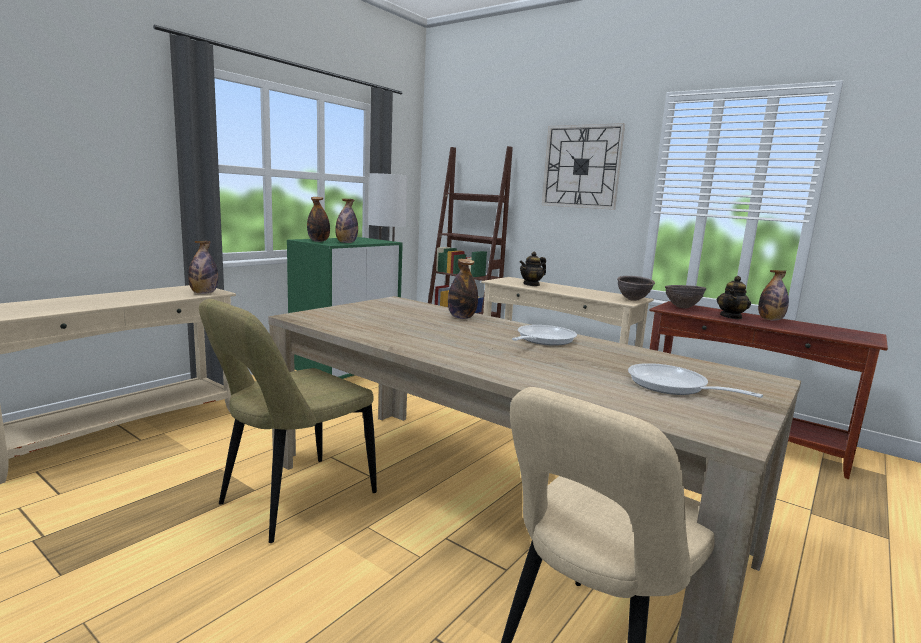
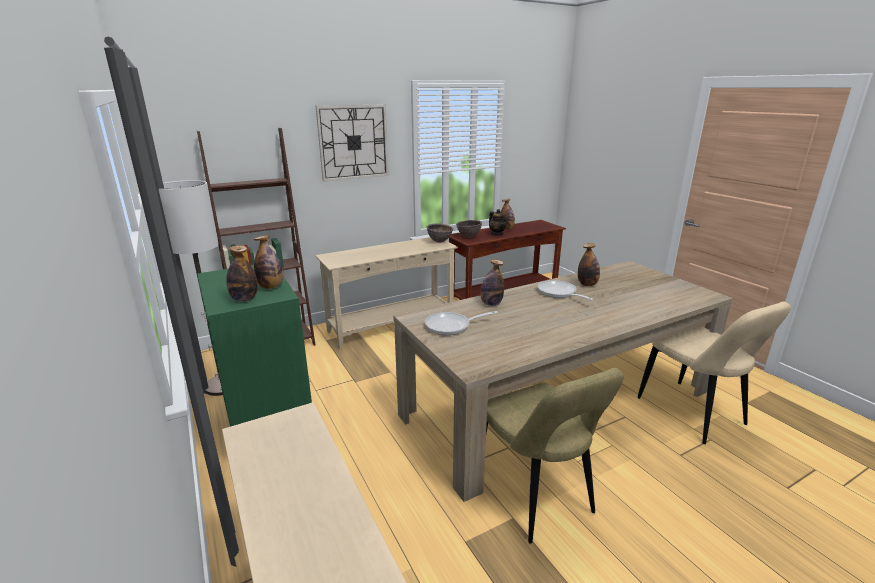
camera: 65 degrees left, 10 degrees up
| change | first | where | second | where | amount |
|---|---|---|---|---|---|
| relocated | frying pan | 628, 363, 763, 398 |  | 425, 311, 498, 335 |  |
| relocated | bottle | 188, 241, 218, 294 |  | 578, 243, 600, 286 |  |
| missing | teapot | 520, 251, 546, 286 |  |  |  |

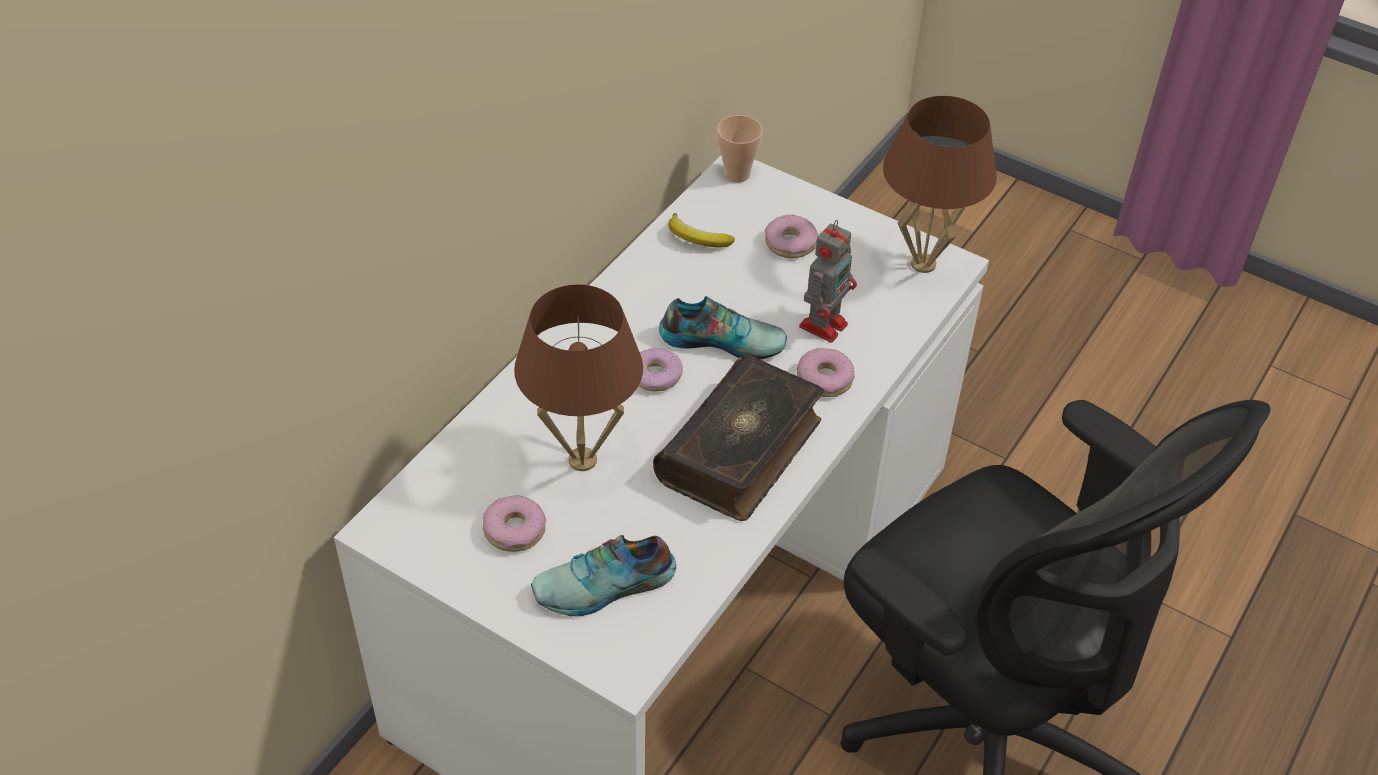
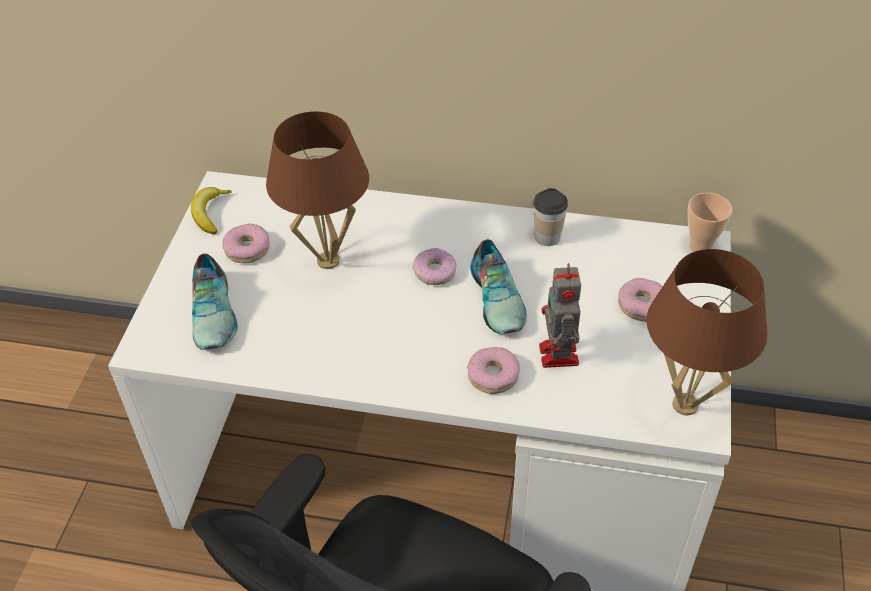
camera: 70 degrees right, 0 degrees up
| change | first | where | second | where | amount |
|---|---|---|---|---|---|
| relocated | banana | 668, 213, 735, 247 |  | 191, 187, 232, 234 |  |
| spun | shoe | 531, 535, 676, 617 |  | 192, 254, 238, 350 | 150 degrees counterclockwise |
| appeared |  |  | cup | 533, 188, 568, 246 |  |
| spun | toy robot | 799, 220, 857, 343 |  | 539, 263, 581, 368 | 75 degrees clockwise |
| missing | book | 653, 355, 824, 521 |  |  |  |

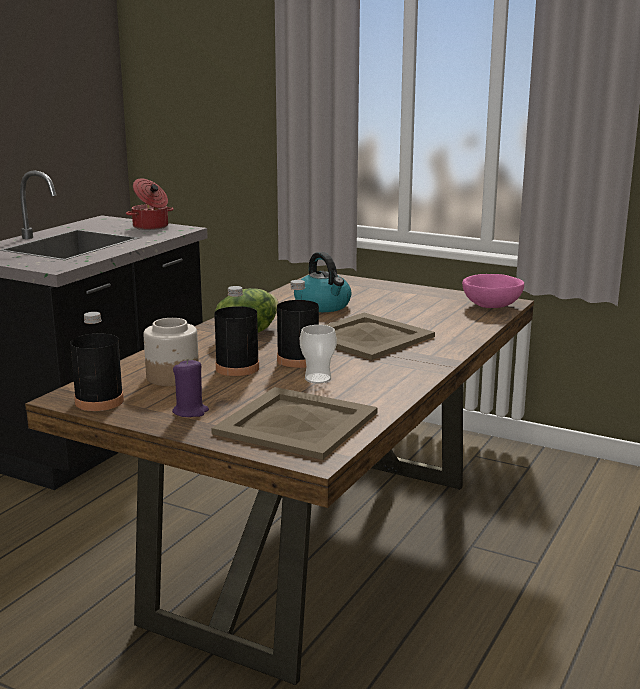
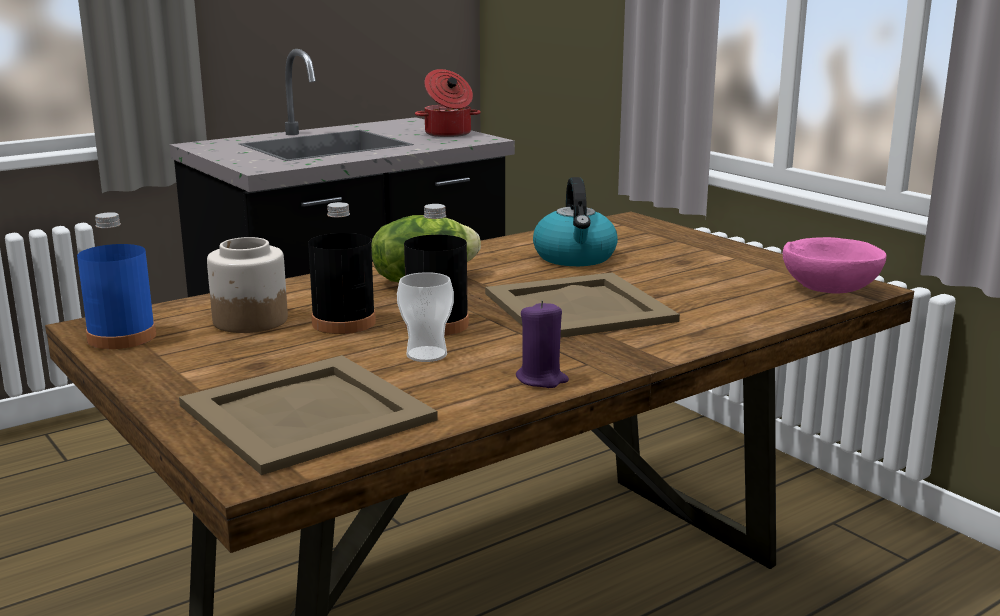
camera: 25 degrees right, 0 degrees up
| change | first | where | second | where | amount |
|---|---|---|---|---|---|
| colour | bottle/black | 70, 312, 124, 411 | bottle/blue | 77, 212, 156, 349 |  |
| relocated | candle/purple | 172, 359, 209, 417 |  | 516, 300, 569, 388 |  |

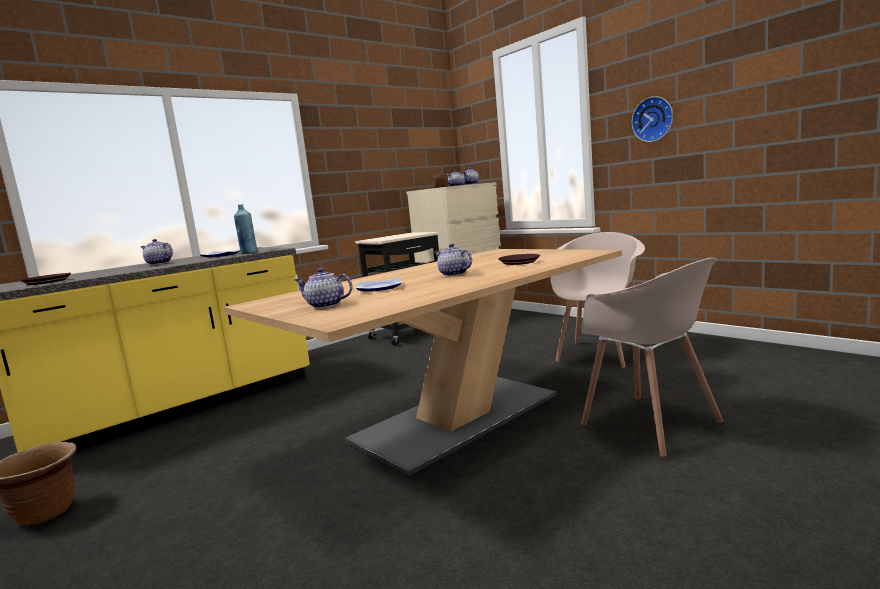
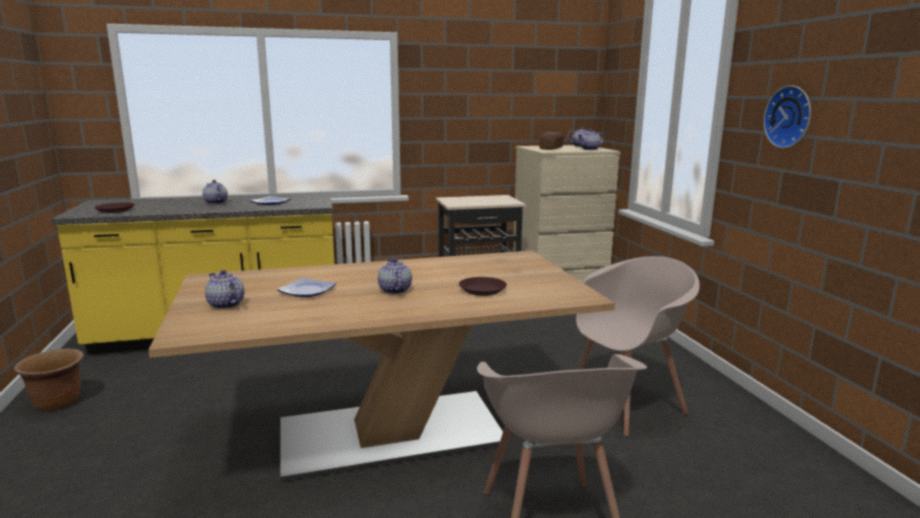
camera: 25 degrees right, 5 degrees up
| change | first | where | second | where | amount |
|---|---|---|---|---|---|
| missing | bottle/blue | 234, 204, 258, 254 |  |  |  |

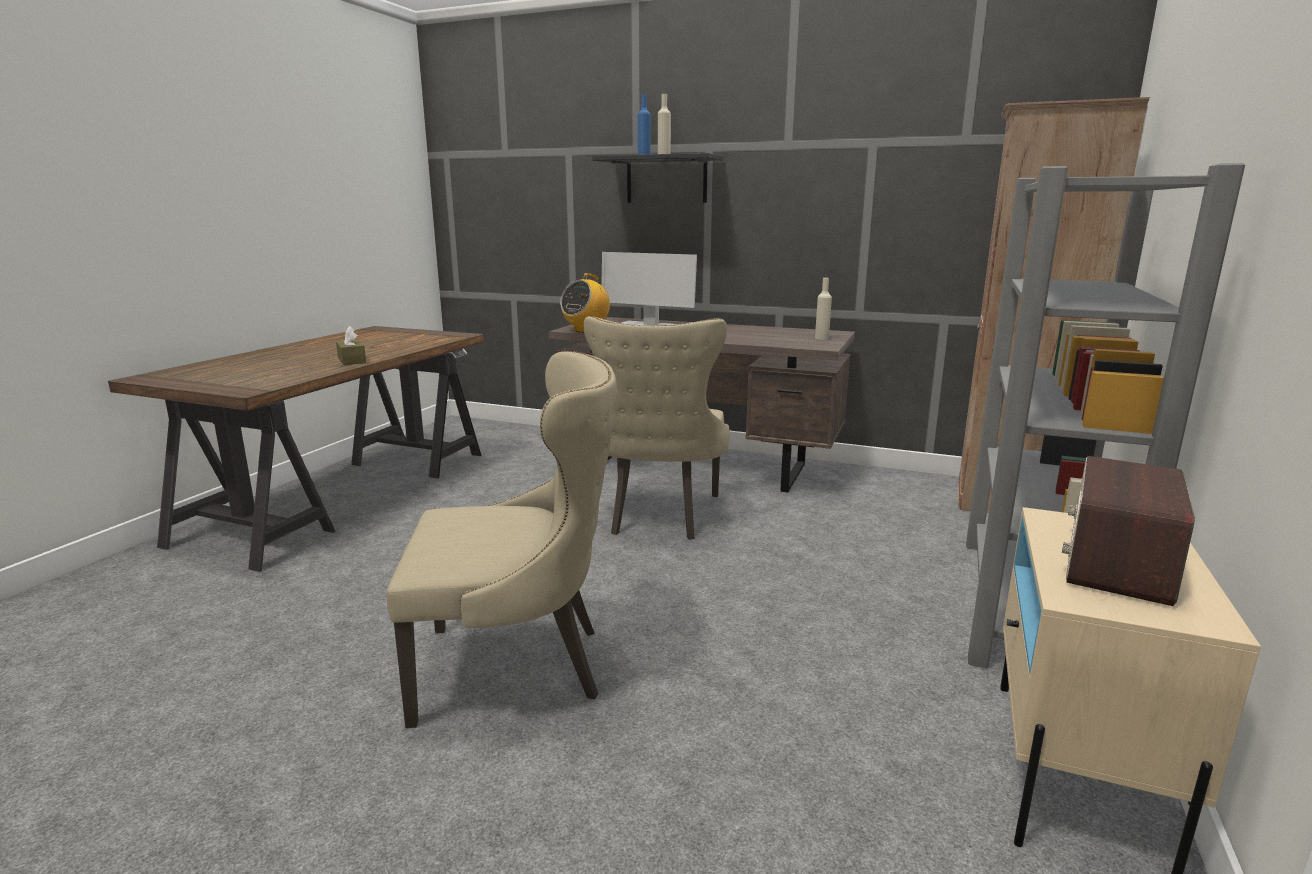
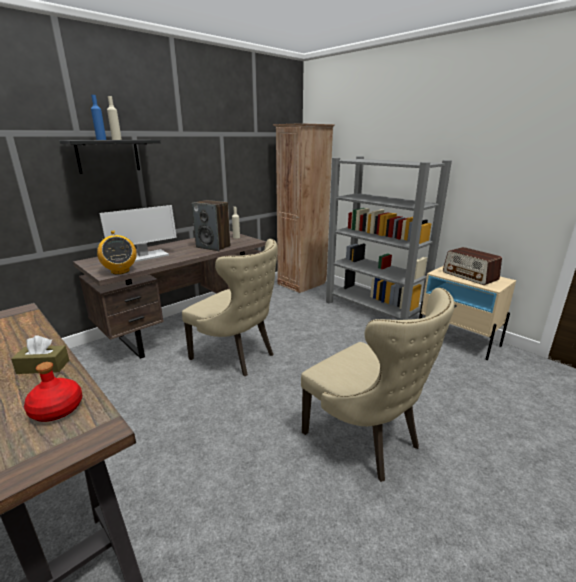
camera: 65 degrees left, 5 degrees up
| change | first | where | second | where | amount |
|---|---|---|---|---|---|
| appeared |  |  | bottle/red | 24, 362, 82, 422 |  |
| appeared |  |  | speaker | 192, 200, 231, 251 |  |
| spun | chair/beige | 387, 351, 617, 728 |  | 301, 288, 454, 482 | 120 degrees clockwise |

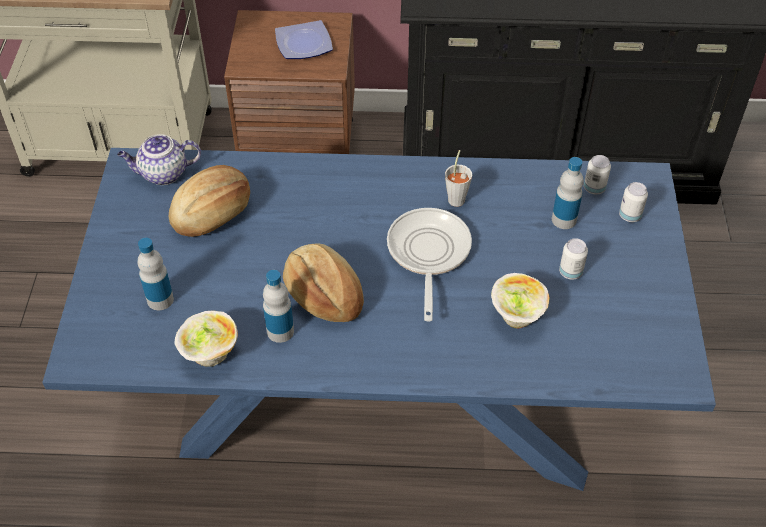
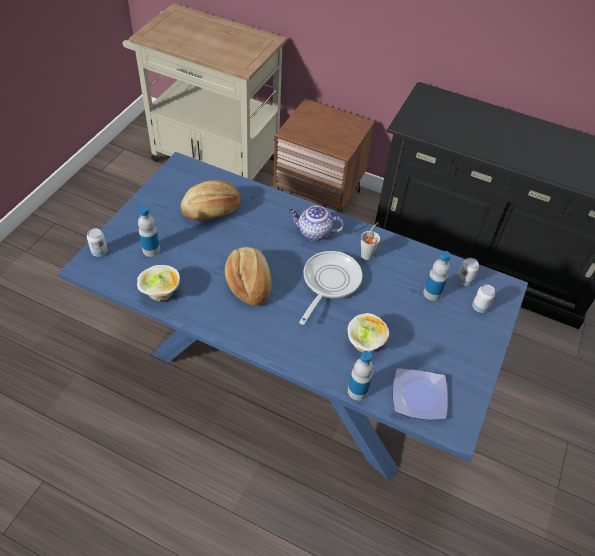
camera: 20 degrees right, 0 degrees up
| change | first | where | second | where | amount |
|---|---|---|---|---|---|
| relocated | can | 559, 238, 588, 280 |  | 87, 228, 108, 257 |  |
| relocated | teapot | 117, 134, 201, 185 |  | 289, 205, 344, 241 |  |
| relocated | bottle | 263, 270, 294, 343 |  | 348, 351, 373, 400 |  |
| relocated | plate | 275, 20, 333, 59 |  | 393, 368, 448, 420 |  |

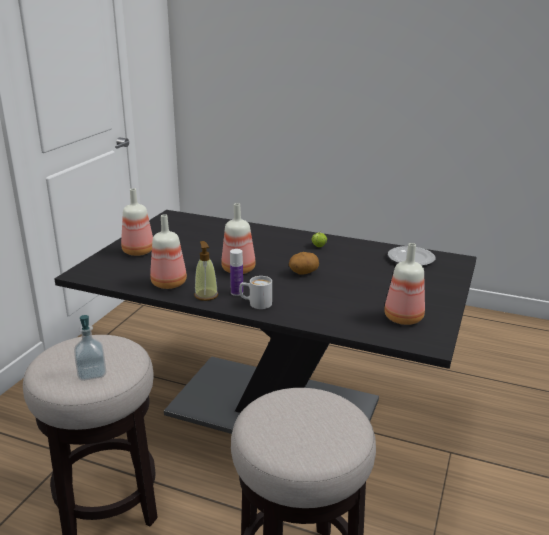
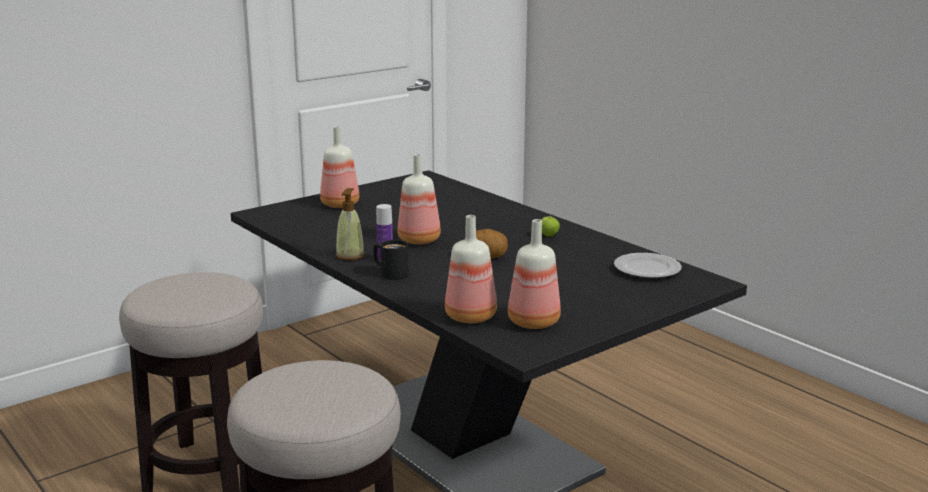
camera: 30 degrees right, 5 degrees down
| change | first | where | second | where | amount |
|---|---|---|---|---|---|
| colour | mug/white | 239, 276, 272, 309 | mug/black | 374, 240, 409, 280 |  |
| relocated | bottle | 150, 214, 187, 289 |  | 445, 215, 497, 323 |  |
| missing | soap dispenser | 74, 315, 106, 381 |  |  |  |

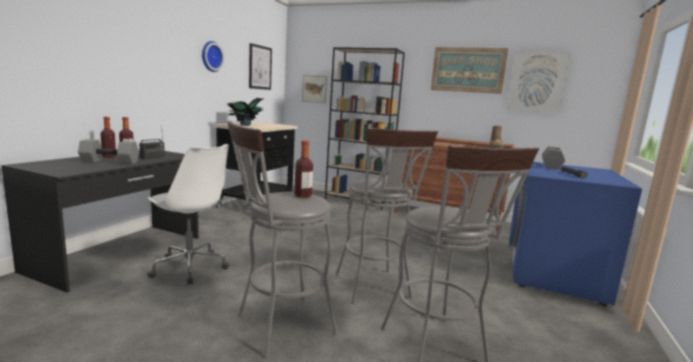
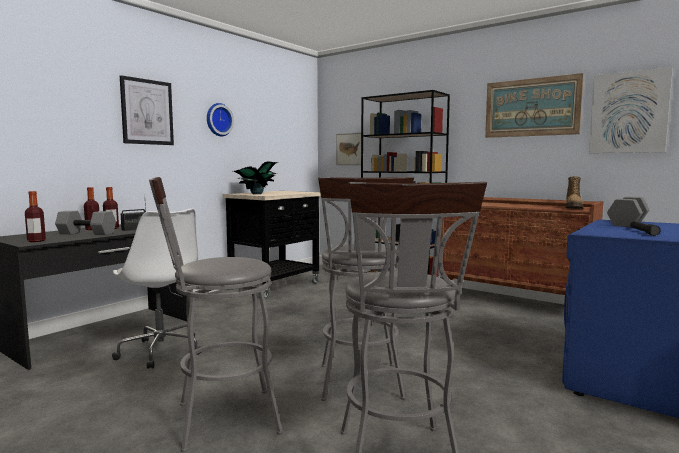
camera: 15 degrees right, 5 degrees down
| change | first | where | second | where | amount |
|---|---|---|---|---|---|
| relocated | bottle | 294, 140, 313, 198 |  | 25, 191, 46, 242 |  |
| relocated | picture | 249, 43, 272, 90 |  | 120, 75, 174, 145 |  |

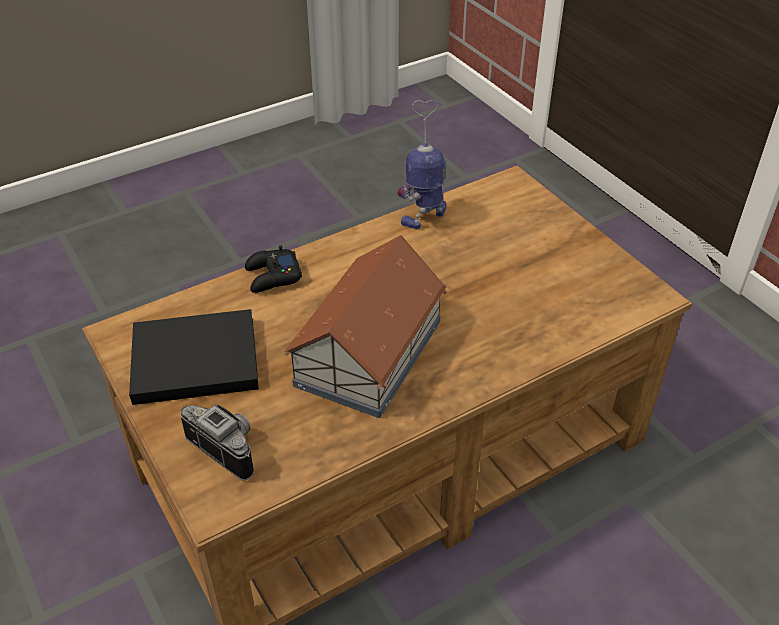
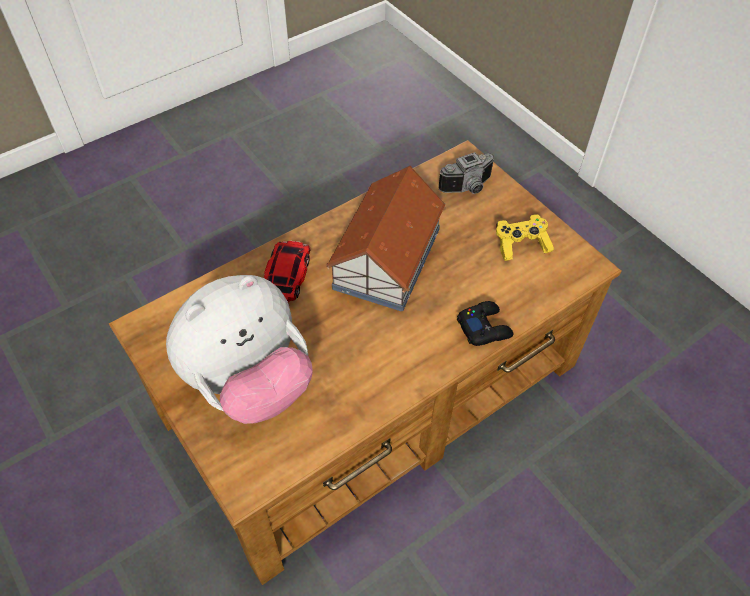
camera: 175 degrees right, 10 degrees up
| change | first | where | second | where | amount |
|---|---|---|---|---|---|
| appeared |  |  | plush toy | 166, 275, 313, 424 |  |
| appeared |  |  | toy car | 264, 241, 310, 302 |  |
| spun | photo camera | 180, 405, 254, 481 |  | 438, 152, 495, 194 | 60 degrees counterclockwise |
| exchanged | book/black | 129, 309, 259, 405 | game controller/yellow | 496, 214, 554, 261 |  |
| missing | toy robot | 397, 100, 446, 230 |  |  |  |

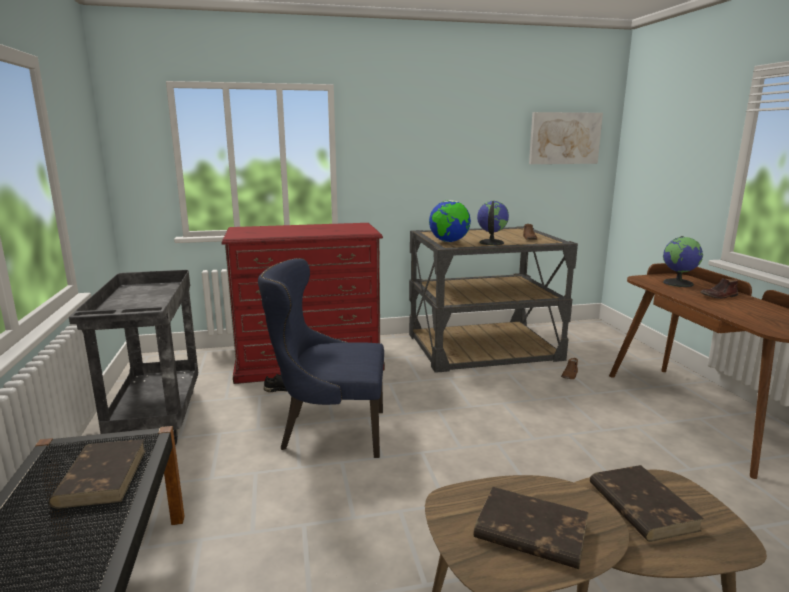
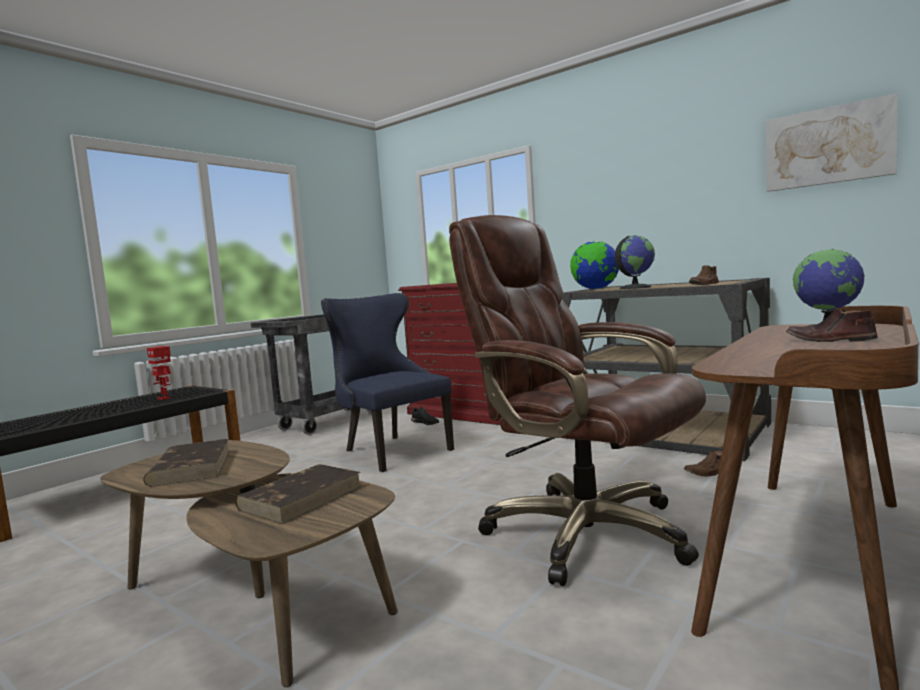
camera: 50 degrees right, 10 degrees down
| change | first | where | second | where | amount |
|---|---|---|---|---|---|
| exchanged | book/brown | 49, 439, 146, 508 | toy robot | 147, 346, 171, 400 |  |
| appeared |  |  | office chair/brown | 449, 215, 706, 586 |  |

